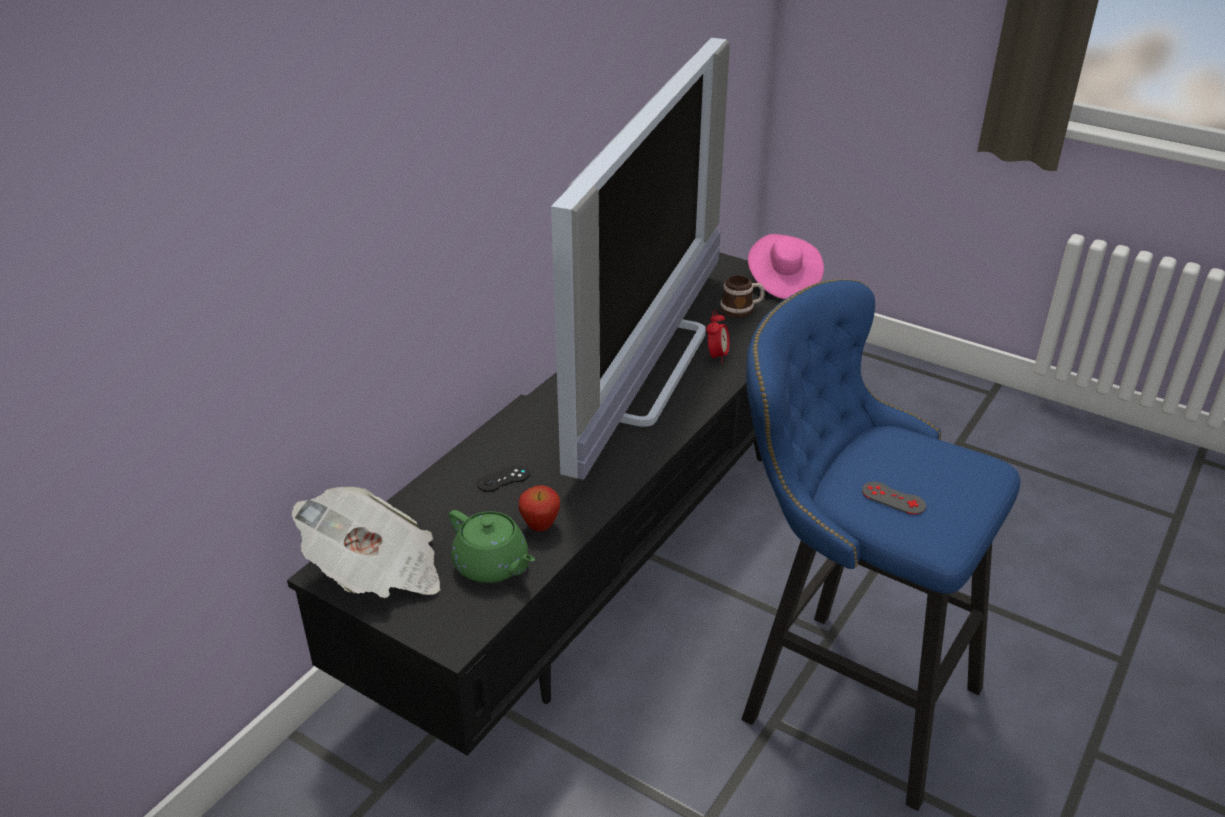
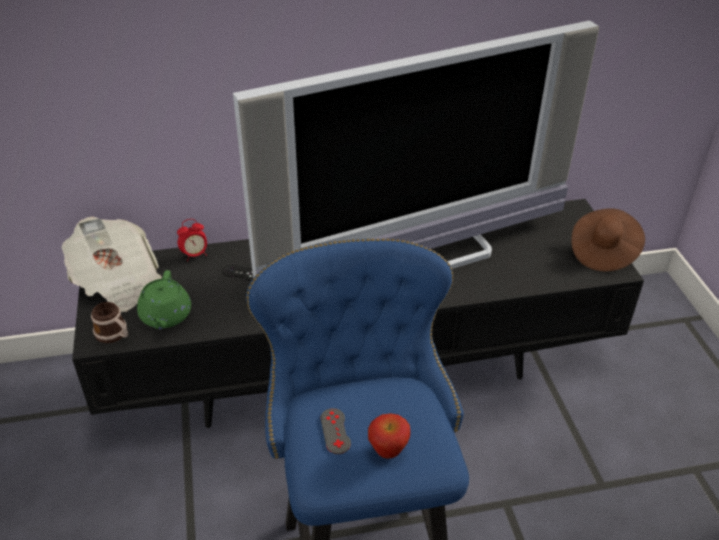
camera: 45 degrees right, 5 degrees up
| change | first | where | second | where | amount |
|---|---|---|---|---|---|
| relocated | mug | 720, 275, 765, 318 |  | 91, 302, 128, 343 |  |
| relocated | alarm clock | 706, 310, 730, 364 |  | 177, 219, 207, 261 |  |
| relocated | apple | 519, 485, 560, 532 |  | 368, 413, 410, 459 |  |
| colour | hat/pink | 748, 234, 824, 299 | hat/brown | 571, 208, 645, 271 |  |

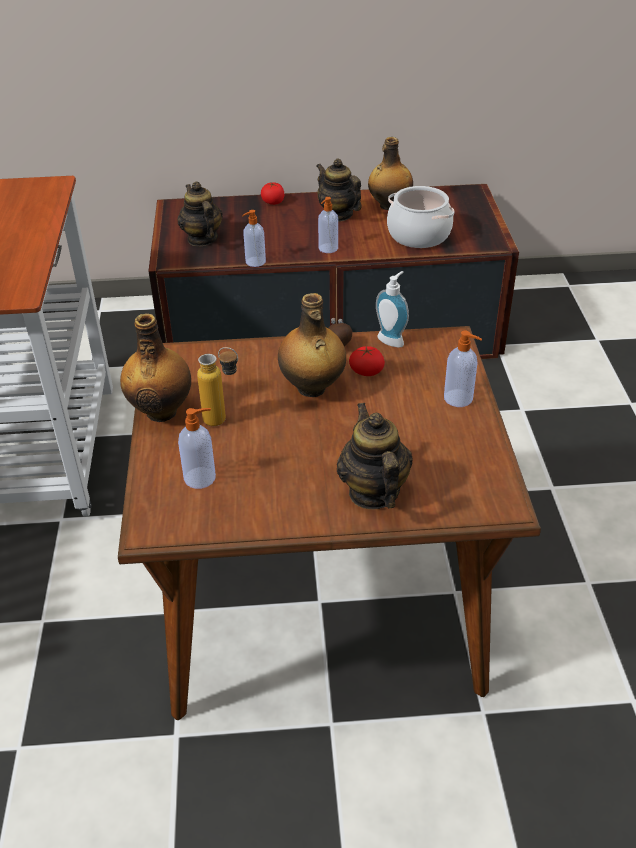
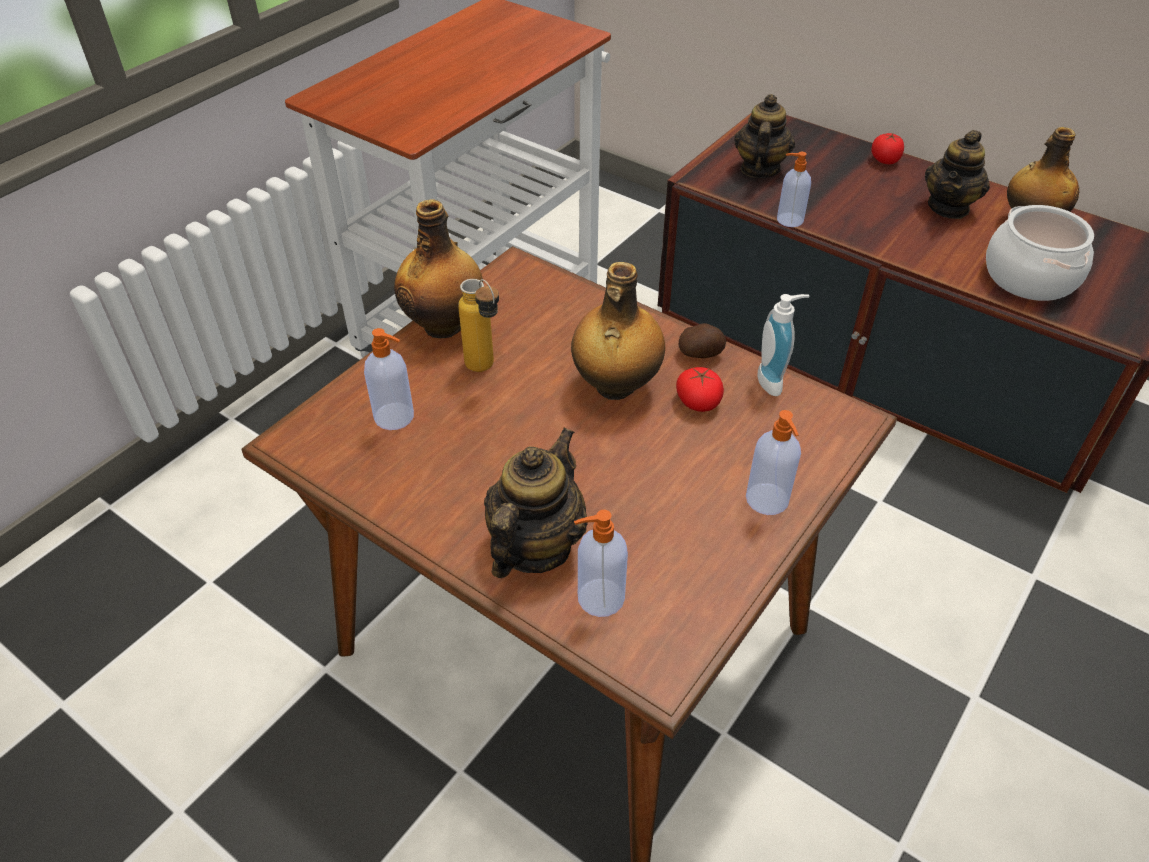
camera: 40 degrees right, 5 degrees up
| change | first | where | second | where | amount |
|---|---|---|---|---|---|
| relocated | soap dispenser | 318, 197, 338, 253 |  | 574, 510, 628, 617 |  |
| spun | teapot | 316, 158, 362, 222 |  | 925, 130, 990, 219 | 150 degrees counterclockwise |

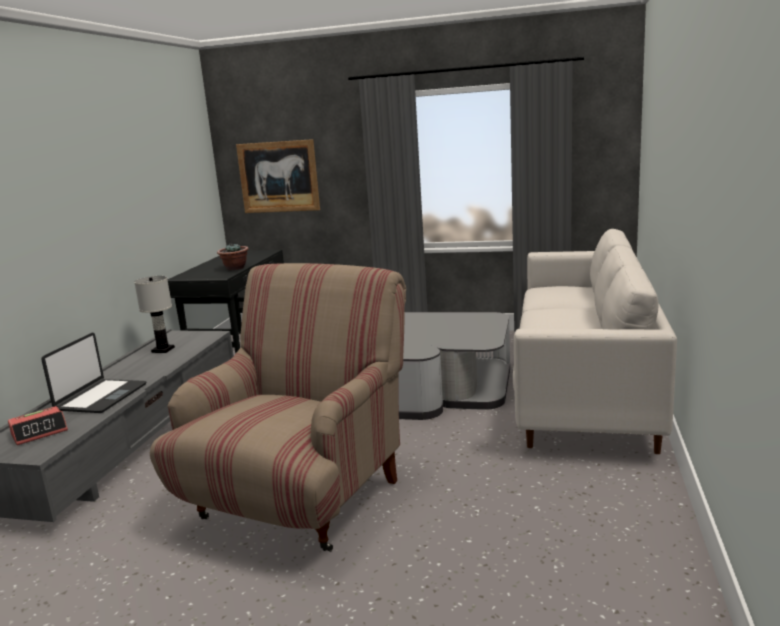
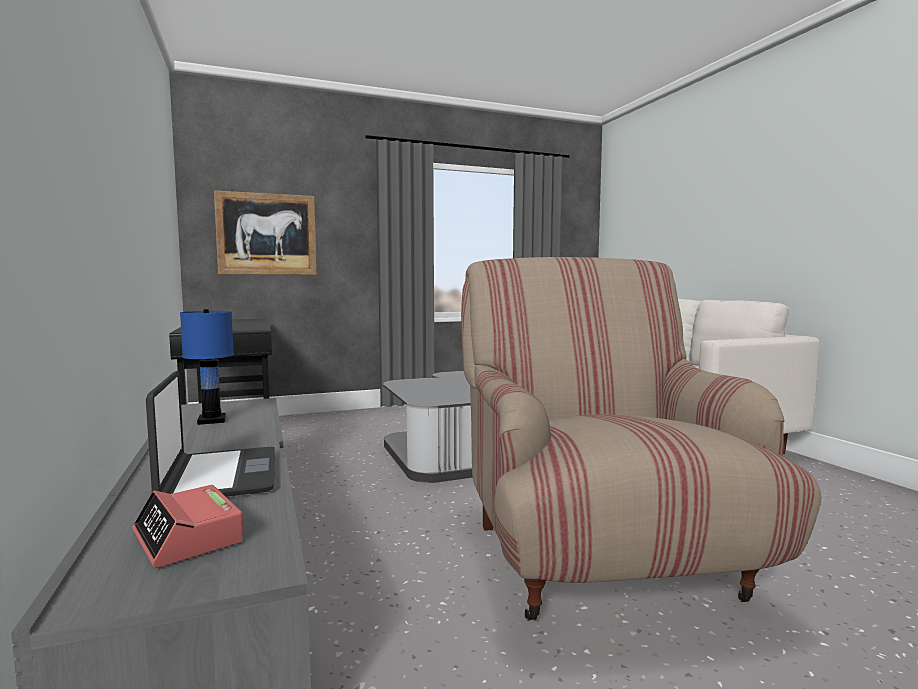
camera: 35 degrees left, 10 degrees down
| change | first | where | second | where | amount |
|---|---|---|---|---|---|
| spun | alarm clock | 8, 406, 68, 445 |  | 132, 485, 244, 568 | 120 degrees clockwise |
| colour | table lamp/white | 134, 276, 175, 353 | table lamp/blue | 180, 309, 234, 425 |  |
| missing | potted plant | 217, 243, 249, 270 |  |  |  |

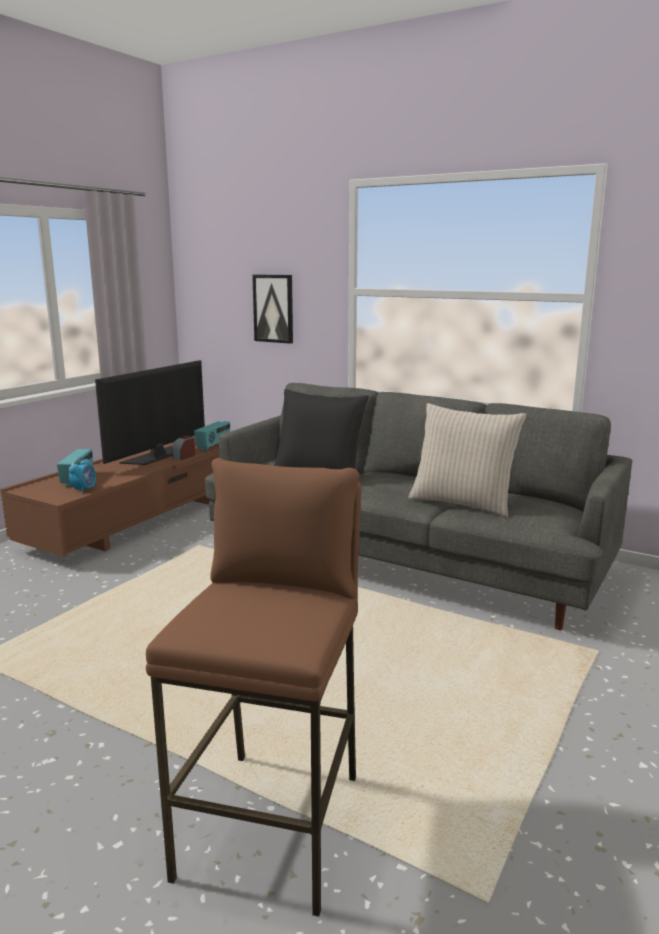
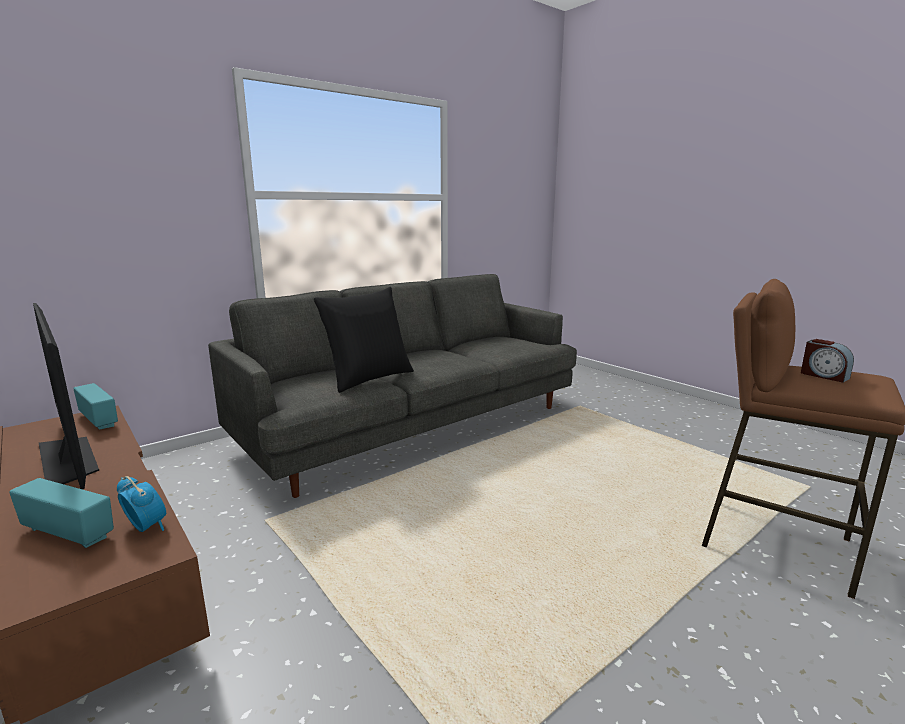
camera: 70 degrees left, 0 degrees up
| change | first | where | second | where | amount |
|---|---|---|---|---|---|
| relocated | alarm clock | 172, 436, 195, 460 |  | 801, 339, 854, 383 |  |
| missing | picture | 252, 274, 293, 344 |  |  |  |
| missing | pillow/beige | 408, 403, 526, 517 |  |  |  |

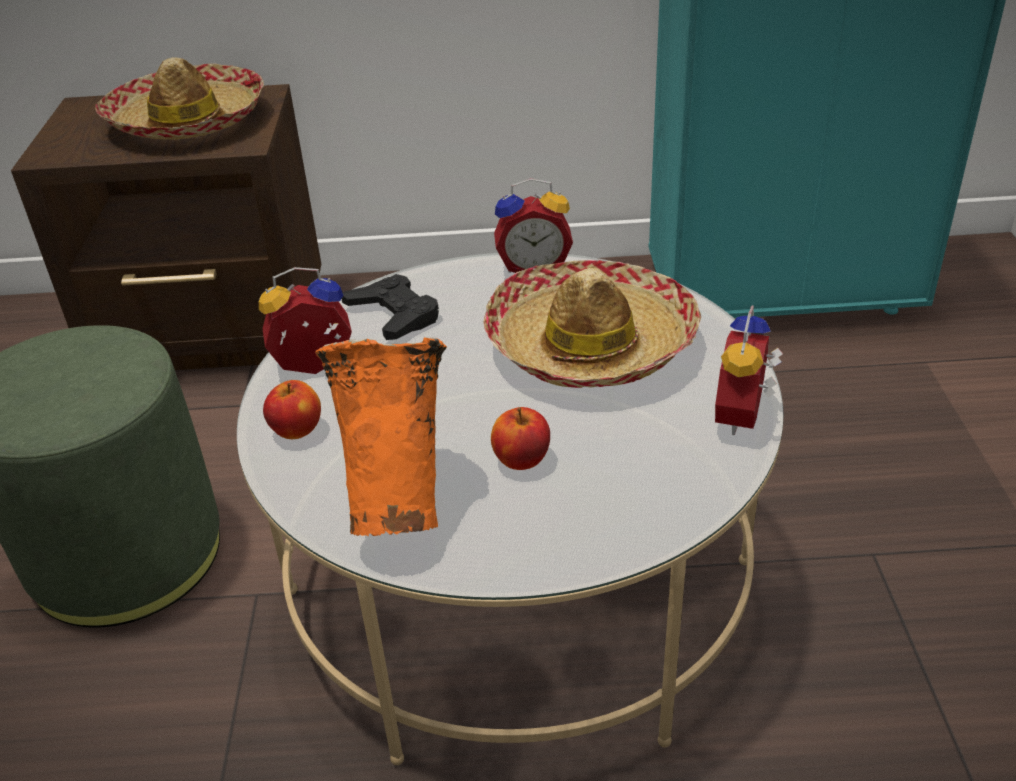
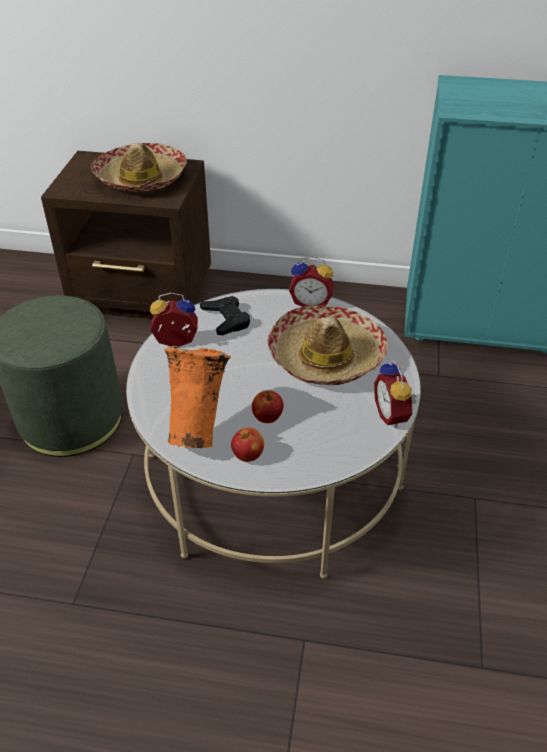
camera: 10 degrees right, 5 degrees up
| change | first | where | second | where | amount |
|---|---|---|---|---|---|
| relocated | apple | 263, 380, 321, 439 |  | 231, 428, 264, 462 |  |
| spun | alarm clock | 715, 305, 783, 435 |  | 374, 360, 417, 428 | 45 degrees counterclockwise |

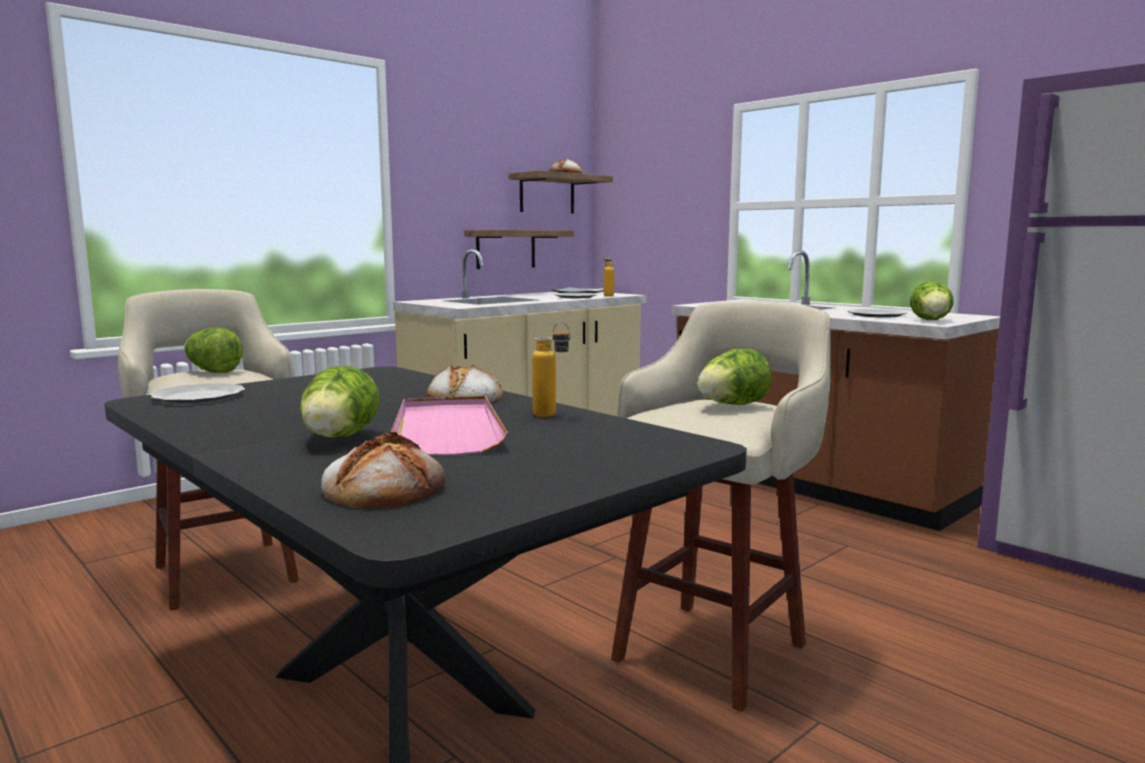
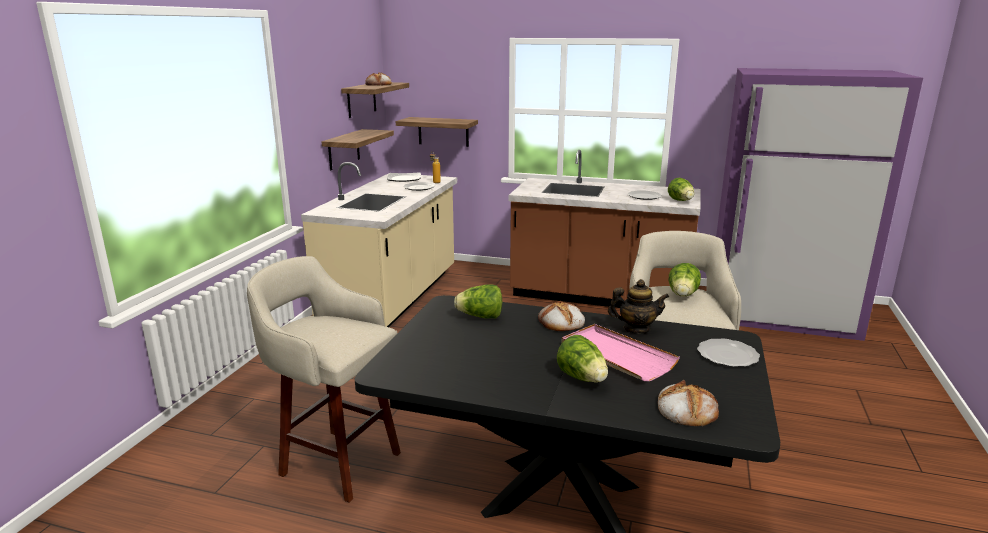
camera: 30 degrees left, 10 degrees up
| change | first | where | second | where | amount |
|---|---|---|---|---|---|
| appeared |  |  | shelf | 396, 117, 478, 147 |  |
| relocated | lettuce | 184, 327, 243, 373 |  | 454, 284, 502, 318 |  |
| exchanged | bottle | 532, 322, 570, 417 | teapot | 608, 279, 669, 334 |  |
| relocated | plate | 150, 383, 245, 403 |  | 697, 339, 760, 367 |  |

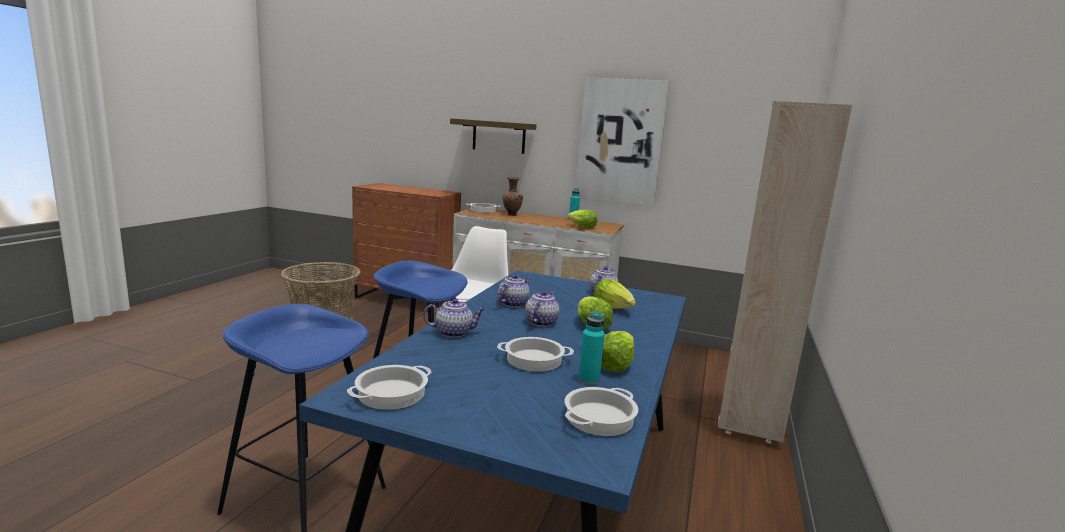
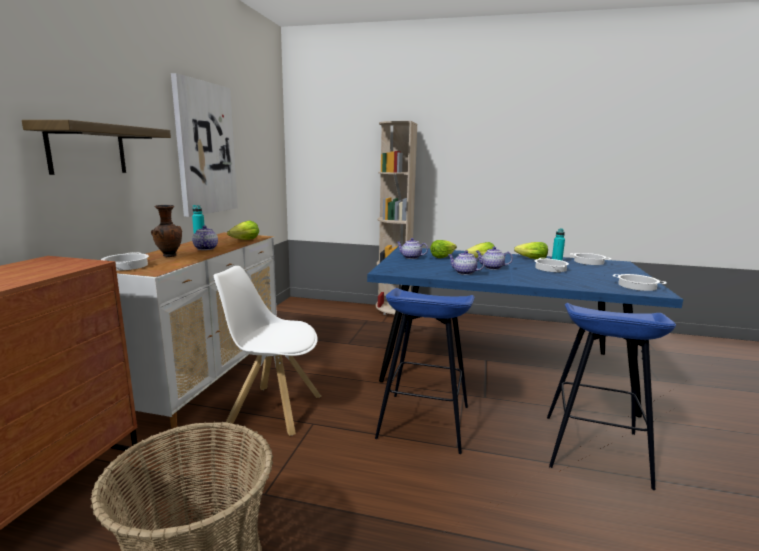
camera: 95 degrees left, 0 degrees up
| change | first | where | second | where | amount |
|---|---|---|---|---|---|
| relocated | teapot | 423, 298, 485, 338 |  | 192, 226, 218, 250 |  |

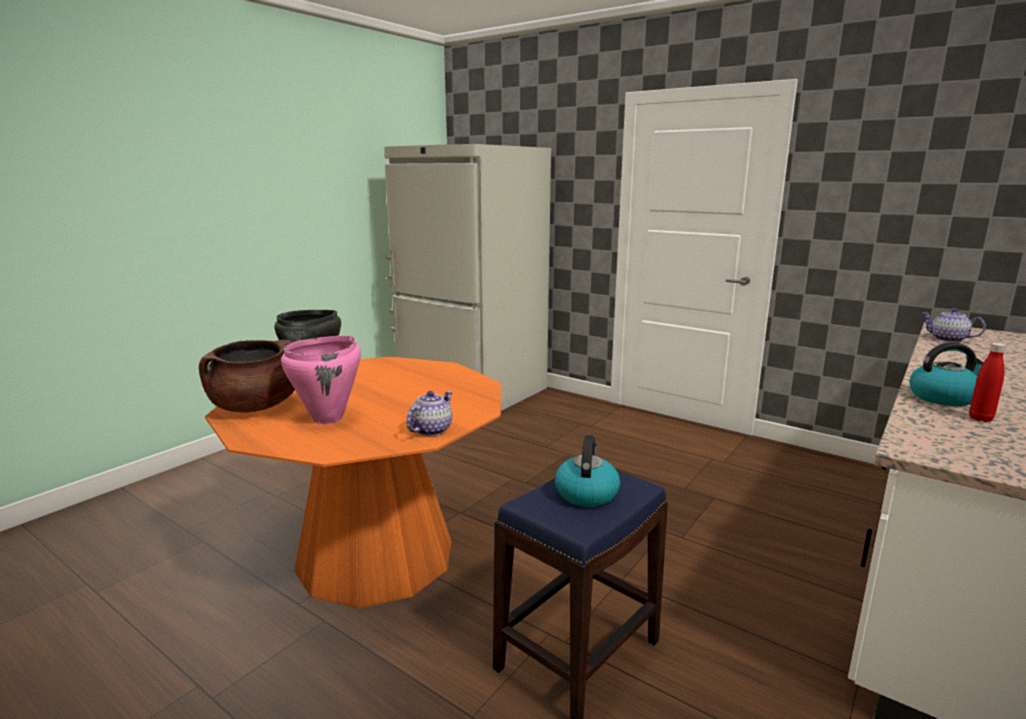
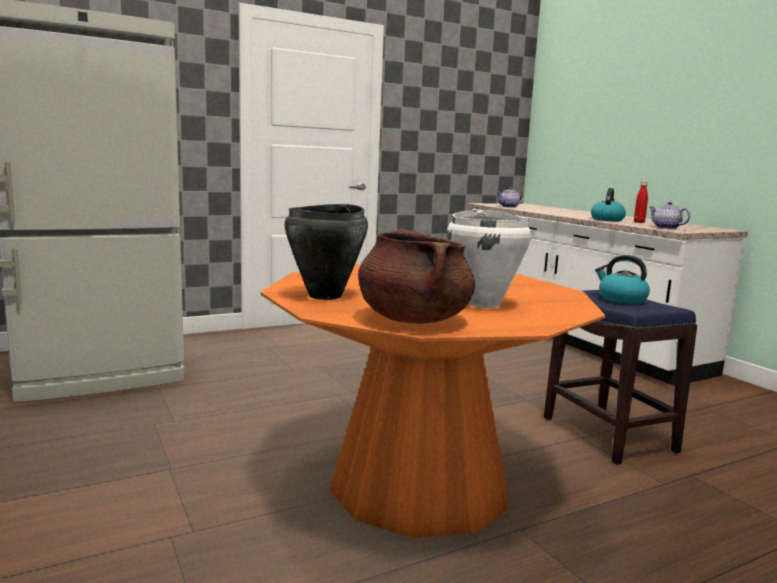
camera: 65 degrees left, 5 degrees down
| change | first | where | second | where | amount |
|---|---|---|---|---|---|
| colour | cooking pot/pink | 281, 336, 361, 424 | cooking pot/white | 447, 210, 532, 308 |  |
| relocated | teapot | 406, 391, 452, 436 |  | 649, 202, 690, 229 |  |

